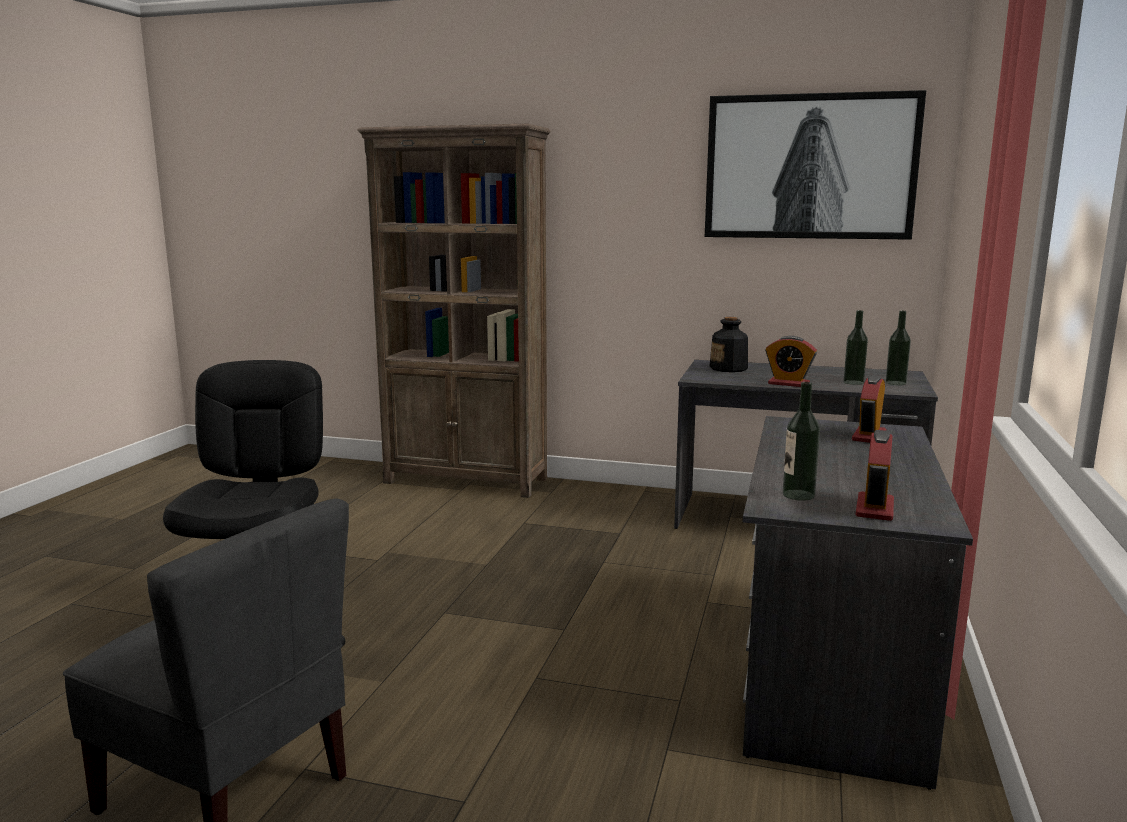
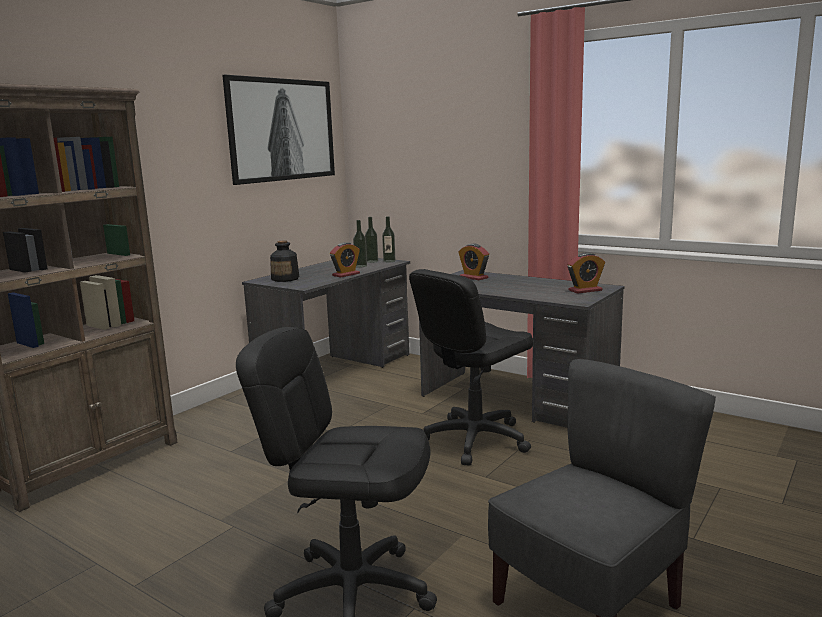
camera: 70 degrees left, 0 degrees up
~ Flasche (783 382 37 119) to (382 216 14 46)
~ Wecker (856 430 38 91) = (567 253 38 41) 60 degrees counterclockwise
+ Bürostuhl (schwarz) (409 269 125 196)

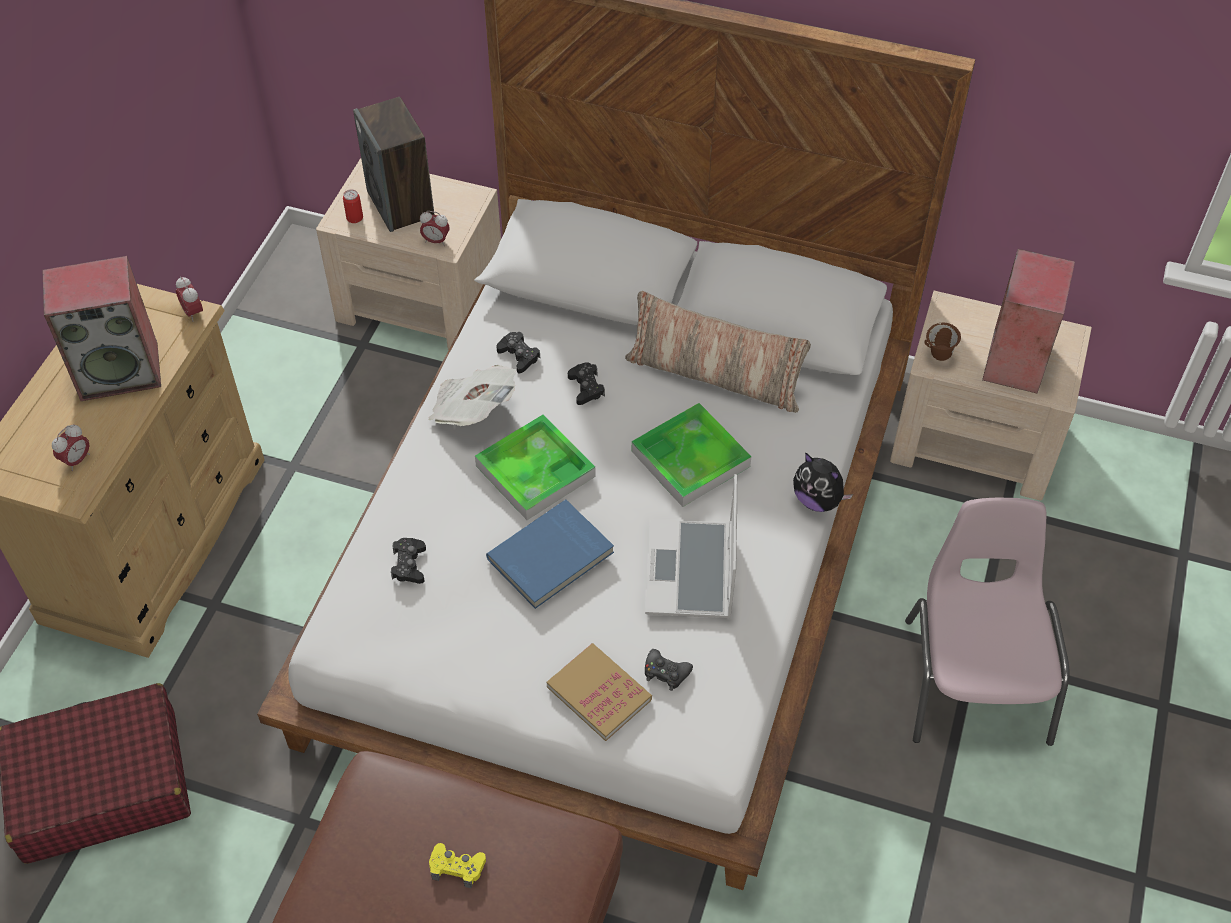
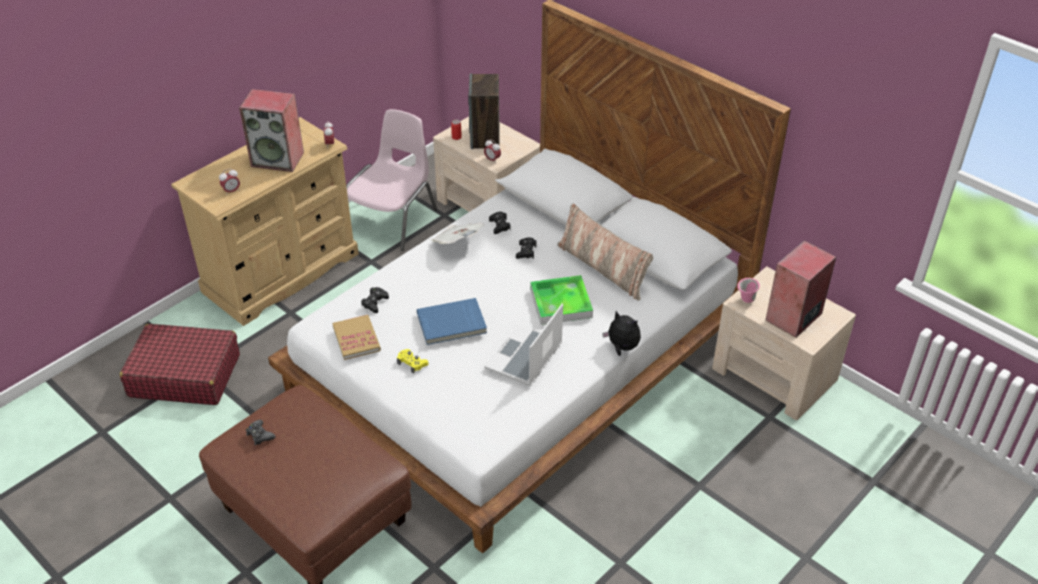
camera: 25 degrees right, 10 degrees down
~ Henkelbecher (braun) (924 323 37 38) to Henkelbecher (rosa) (737 278 23 25)
- Tablett (475 414 121 106)
~ Plüschtier (793 452 60 60) = (602 311 39 45) 150 degrees clockwise
~ Stuhl (rosa) (905 498 165 248) to (346 109 91 142)
~ Buch (547 644 105 97) to (332 315 49 45)
~ Gamepad (schwarz) (645 649 48 42) to (246 420 30 25)
~ Gamepad (gelb) (429 843 57 45) to (397 349 31 25)

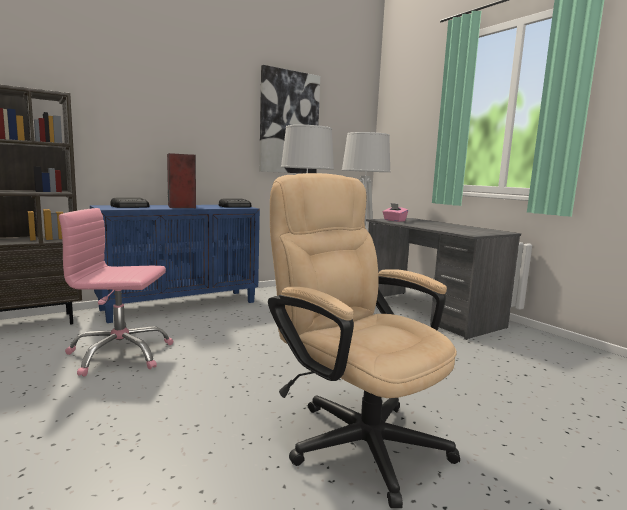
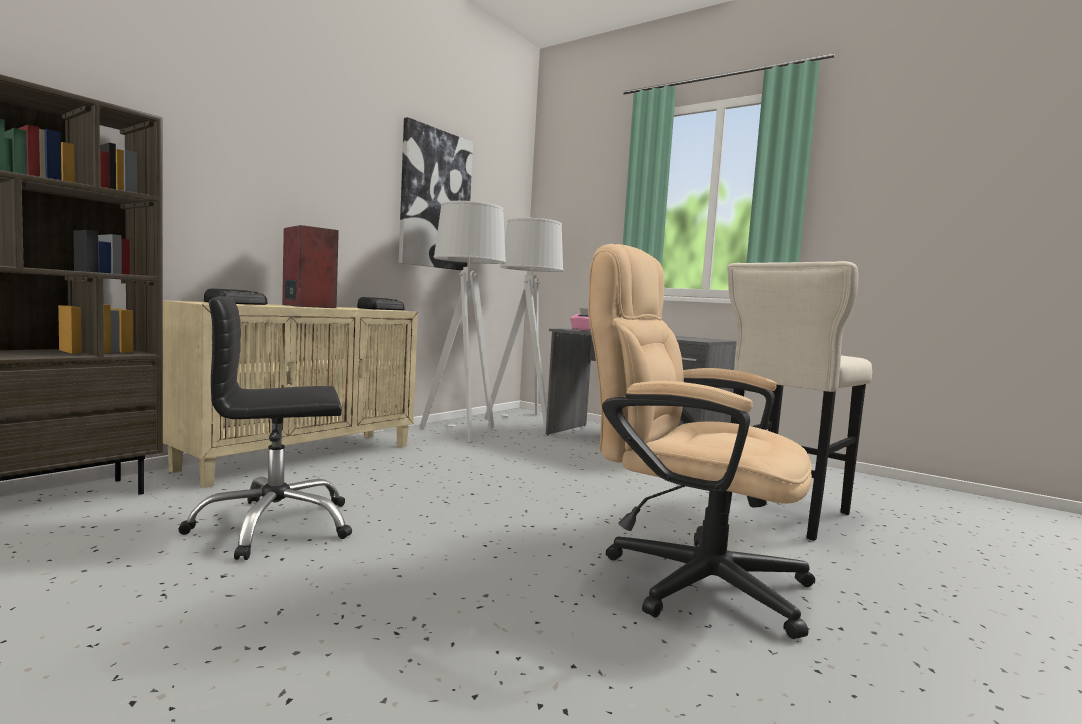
camera: 20 degrees left, 5 degrees down
~ Schrank (blau) (90 205 170 118) to Schrank (beige) (163 300 255 188)
~ Bürostuhl (rosa) (59 208 114 168) to Bürostuhl (schwarz) (178 296 174 264)
+ Hocker (beige) (727 261 145 280)

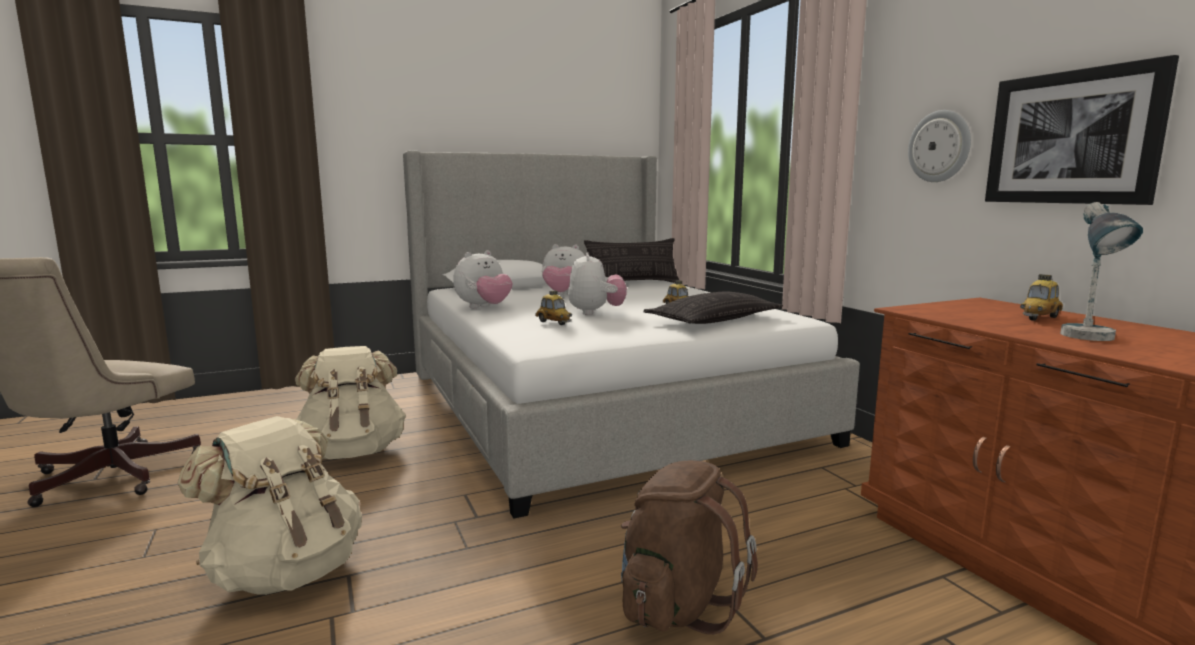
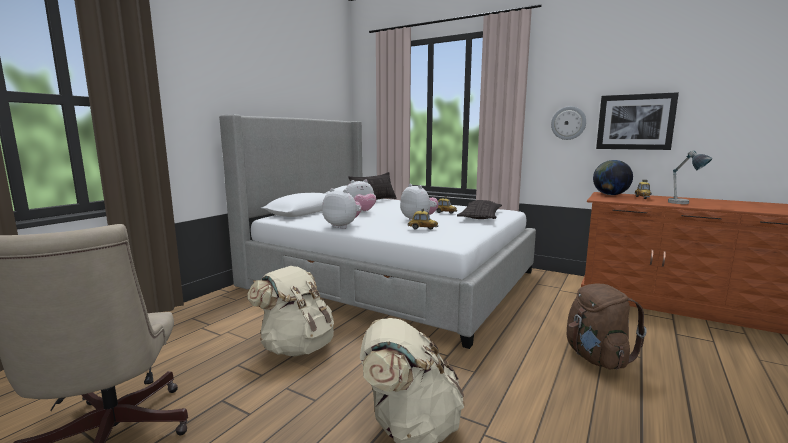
camera: 35 degrees left, 0 degrees up
~ Plüschtier (453 250 60 58) = (322 188 40 41) 75 degrees counterclockwise
+ Globus (593 160 40 35)

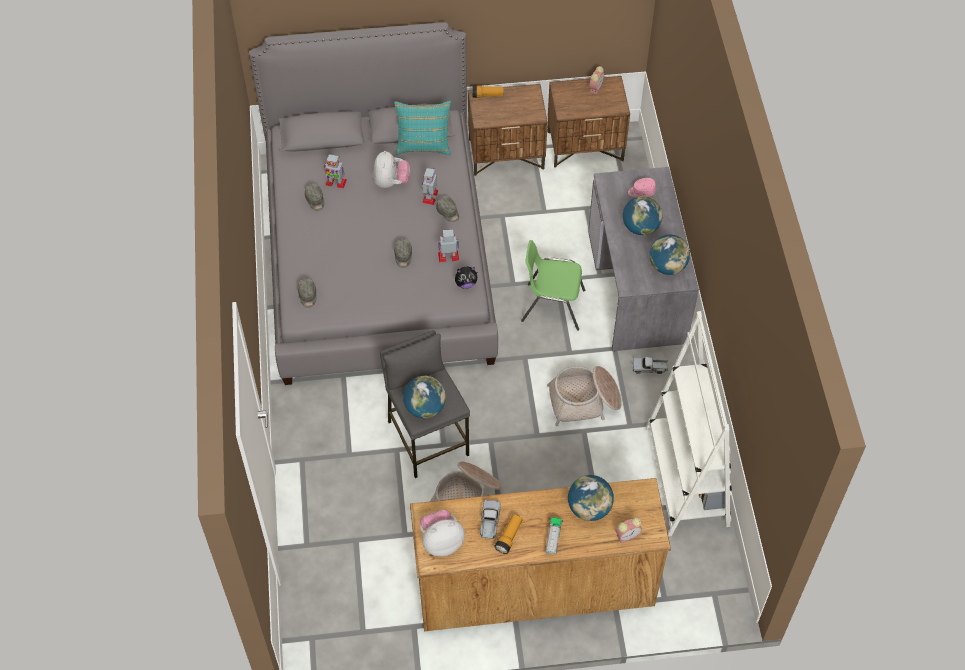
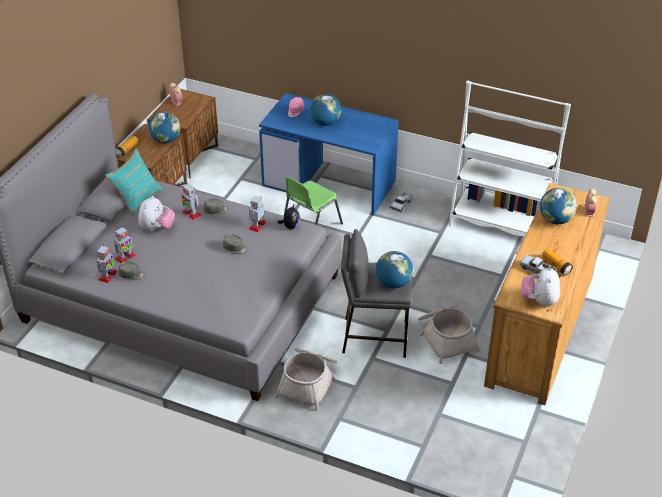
camera: 60 degrees left, 15 degrees down
~ Plüschtier (373 151 37 37) = (138 196 37 36) 75 degrees clockwise
~ Schreibtisch (grau) (588 167 111 184) to Schreibtisch (blau) (259 93 140 122)
~ Globus (649 235 41 40) to (148 112 32 31)
- Kappe (grau) (298 278 18 30)
~ Korb (547 366 75 60) to (275 348 62 63)
- Spielzeuglaster (545 517 18 37)
+ Spielzeugroboter (96 244 21 39)

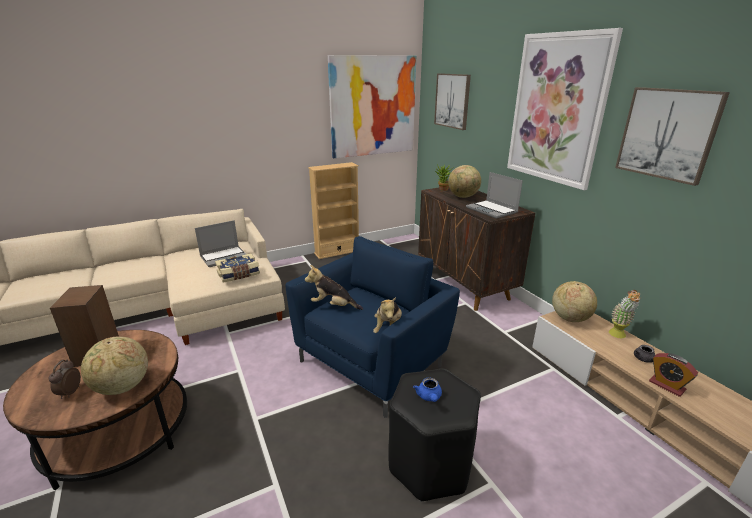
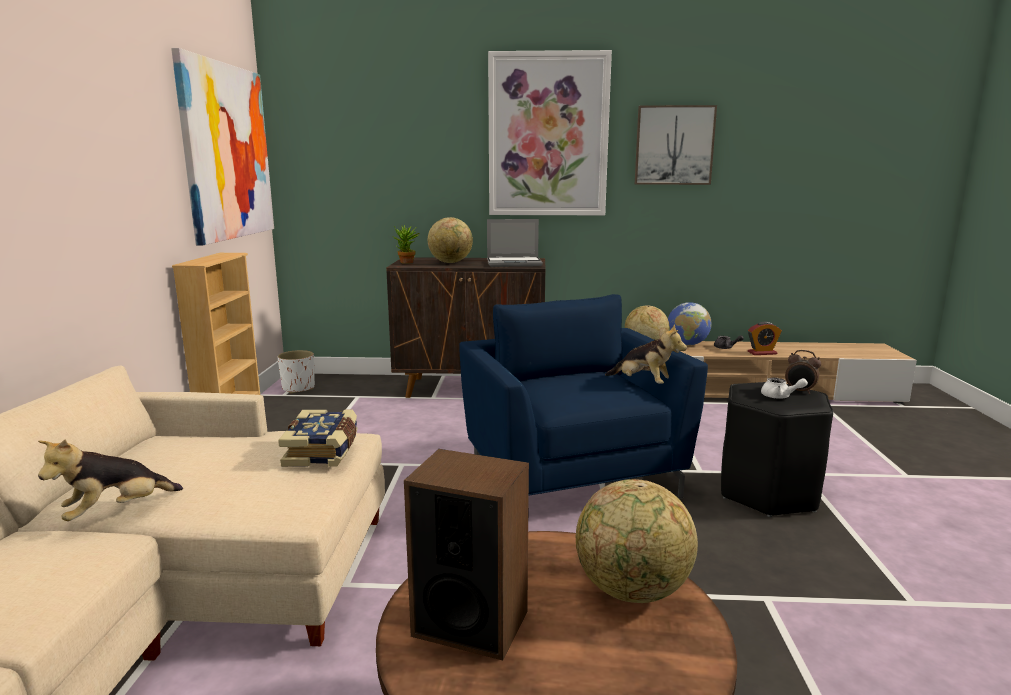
camera: 60 degrees left, 10 degrees down
- Bild (434 73 37 57)
- Laptop (195 220 51 47)
~ Plüschtier (305 265 58 45) to (38 439 145 82)
~ Topfpflanze (609 290 32 48) to Globus (668 302 44 43)
~ Wecker (49 359 32 40) to (785 350 36 44)
~ Teekanne (blau) (413 378 29 24) to Teekanne (weiß) (761 378 47 21)
+ Pflanzkübel (weiß) (278 350 37 43)

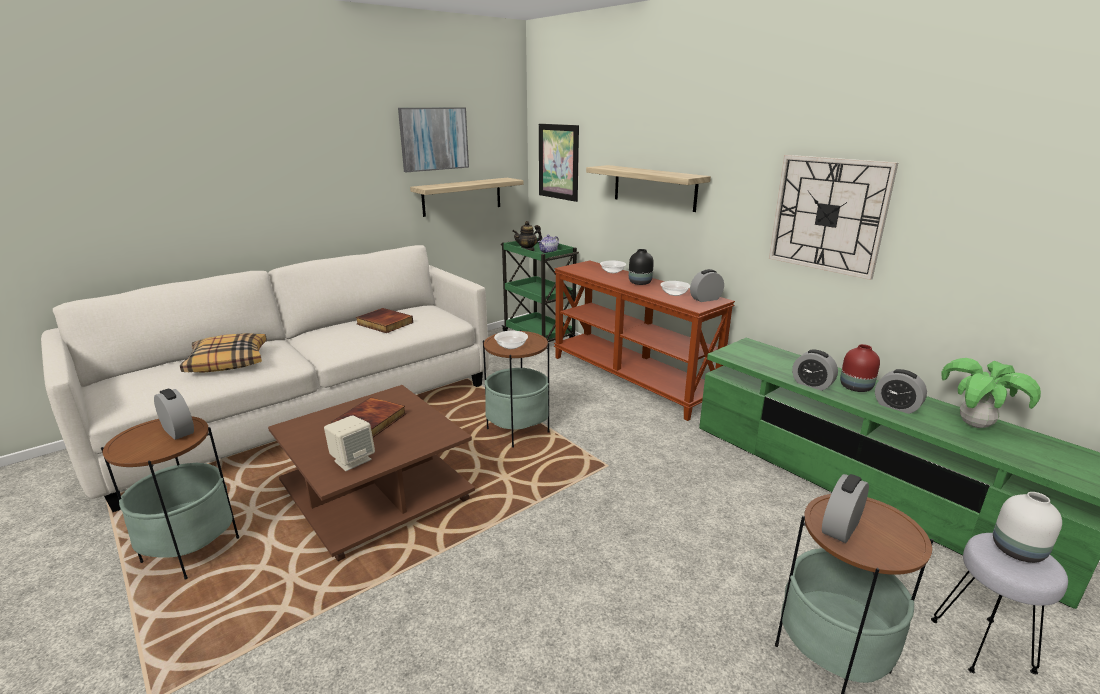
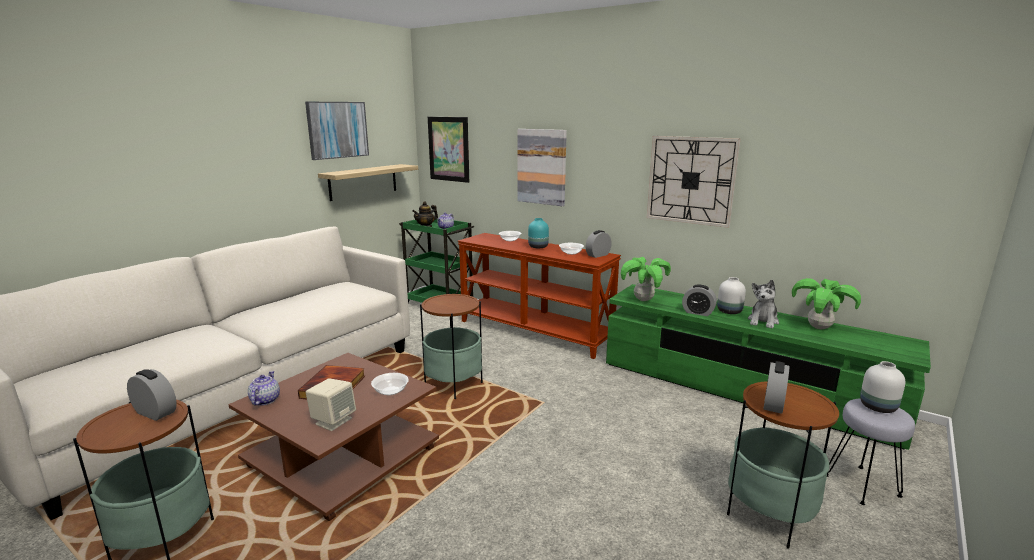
camera: 15 degrees left, 5 degrees down
~ Wandregal (586 165 125 47) to Bild (517 129 50 77)
~ Vase (schwarz) (629 249 25 36) to Vase (türkis) (528 218 21 30)
- Buch (356 308 57 25)
~ Schüssel (494 331 34 18) to (371 373 38 23)
- Kissen (180 333 87 40)
~ Vase (rot) (840 344 40 48) to Vase (weiß) (717 277 29 37)
~ Wecker (875 369 52 45) to Plüschtier (748 280 31 48)
+ Topfpflanze (621 257 50 44)
+ Teekanne (248 371 32 35)

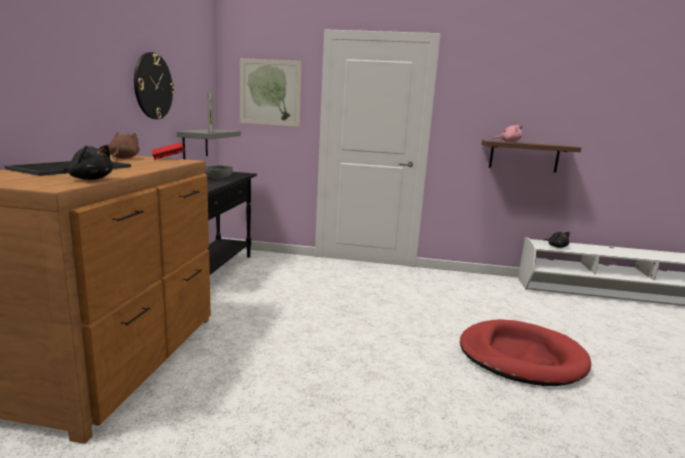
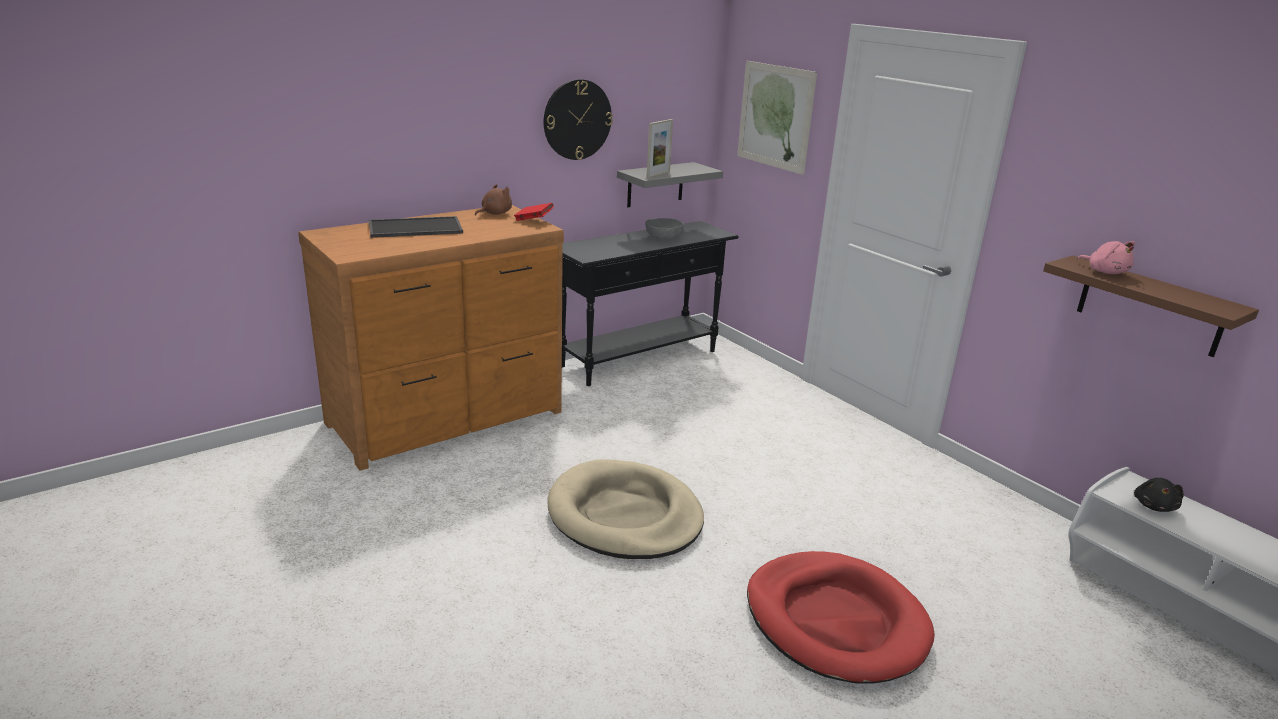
camera: 45 degrees right, 10 degrees up
- Plüschtier (schwarz) (64 145 49 35)
+ Hundebett (beige) (547 459 157 100)

